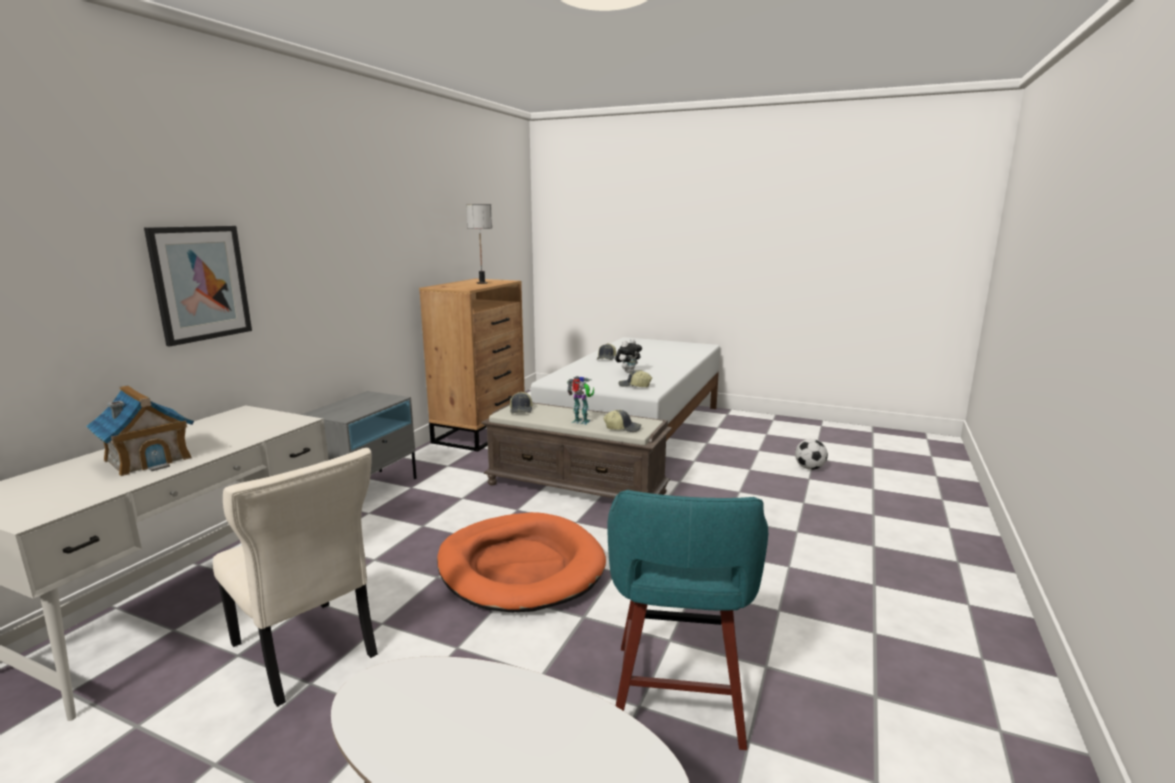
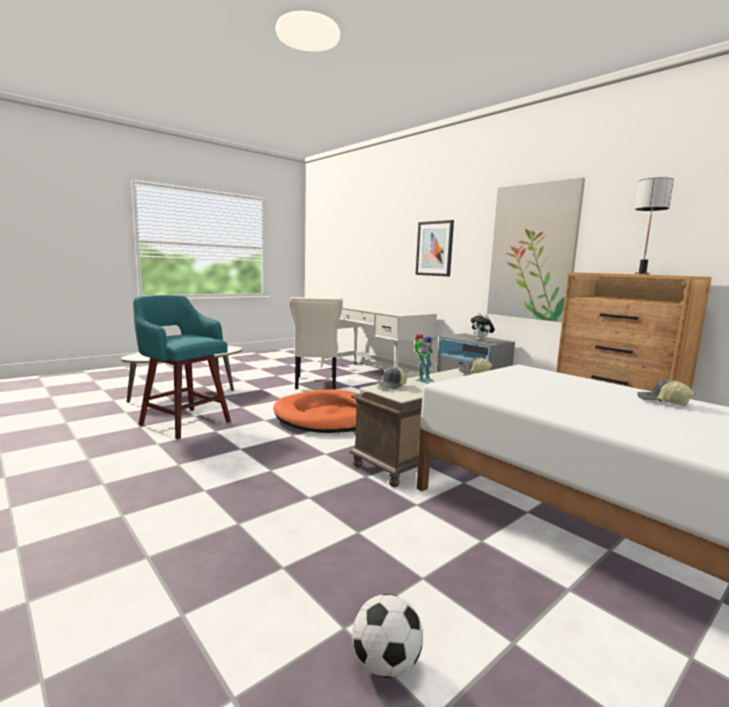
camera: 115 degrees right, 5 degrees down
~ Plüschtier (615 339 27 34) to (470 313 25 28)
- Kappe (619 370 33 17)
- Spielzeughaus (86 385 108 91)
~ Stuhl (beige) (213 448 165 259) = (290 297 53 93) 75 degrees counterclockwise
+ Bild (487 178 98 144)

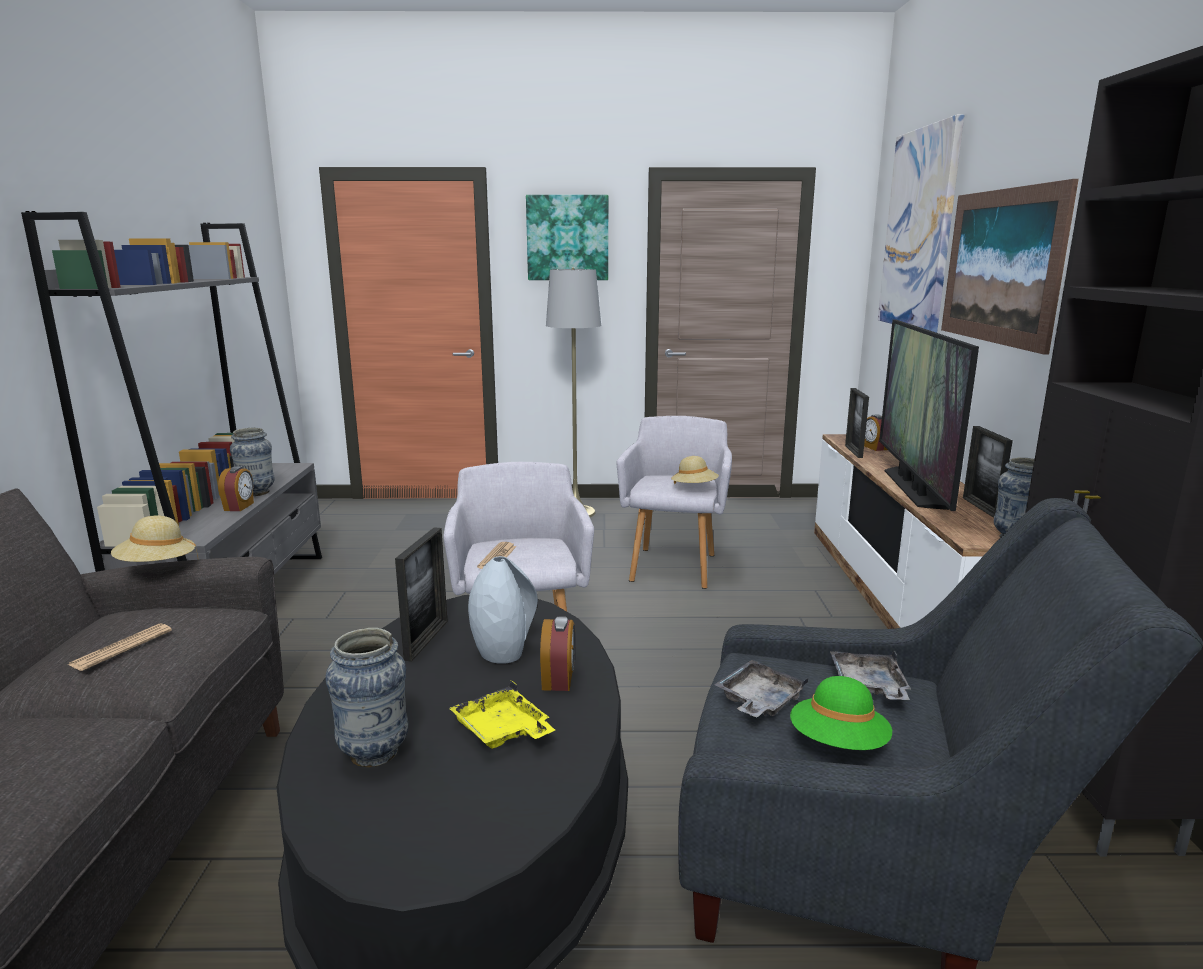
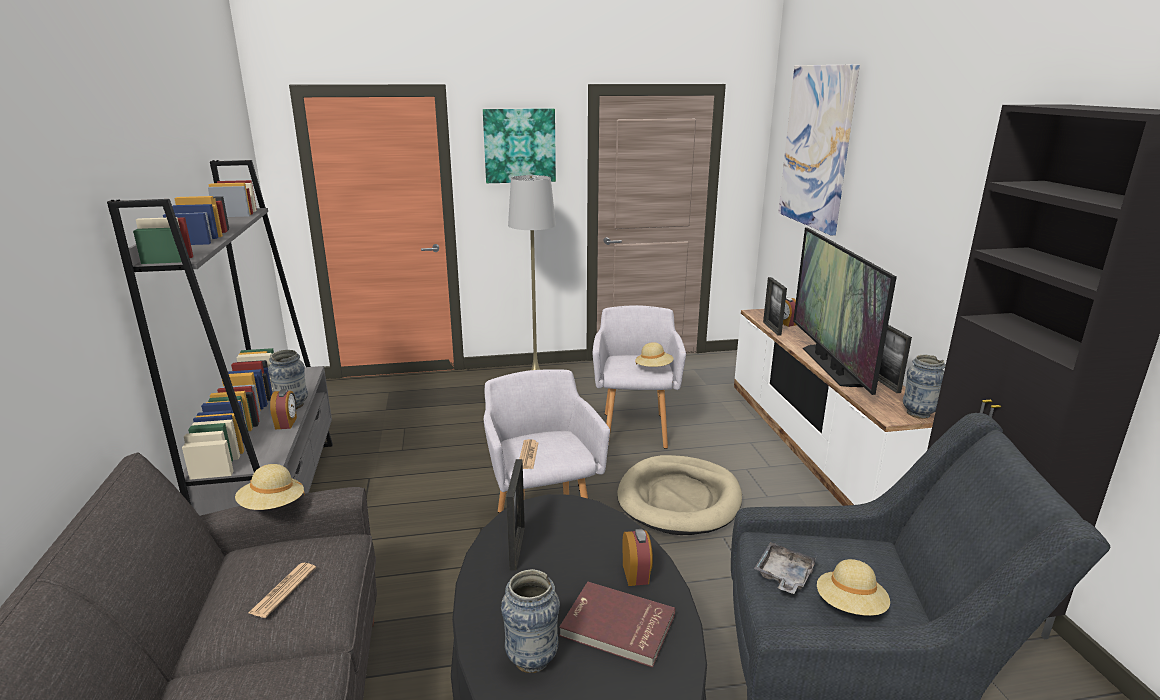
camera: 10 degrees left, 5 degrees up
- Bild (941 179 138 176)
- Vase (grau) (468 556 70 108)
- Tablett (grau) (830 651 81 49)
~ Hut (grün) (790 676 102 74) to Hut (beige) (817 559 73 57)
~ Tablett (gelb) (449 681 106 68) to Buch (rot) (559 582 116 86)
+ Hundebett (beige) (617 455 125 80)

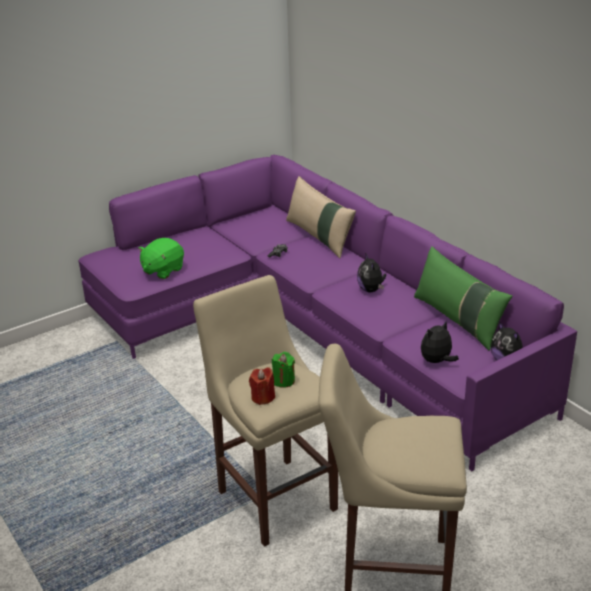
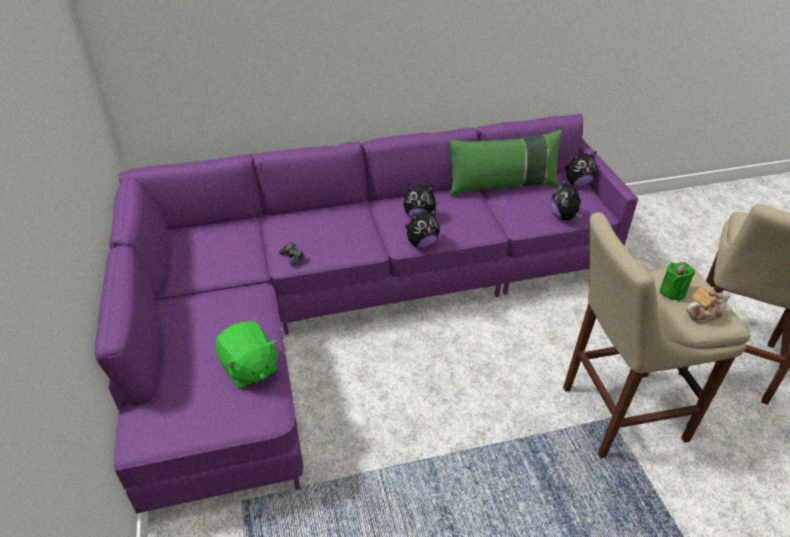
camera: 70 degrees left, 10 degrees up
- Kissen (beige) (286 176 70 82)
~ Kerze (rot) (249 367 26 38) to Teekanne (686 287 46 36)
+ Plüschtier (405 208 35 40)

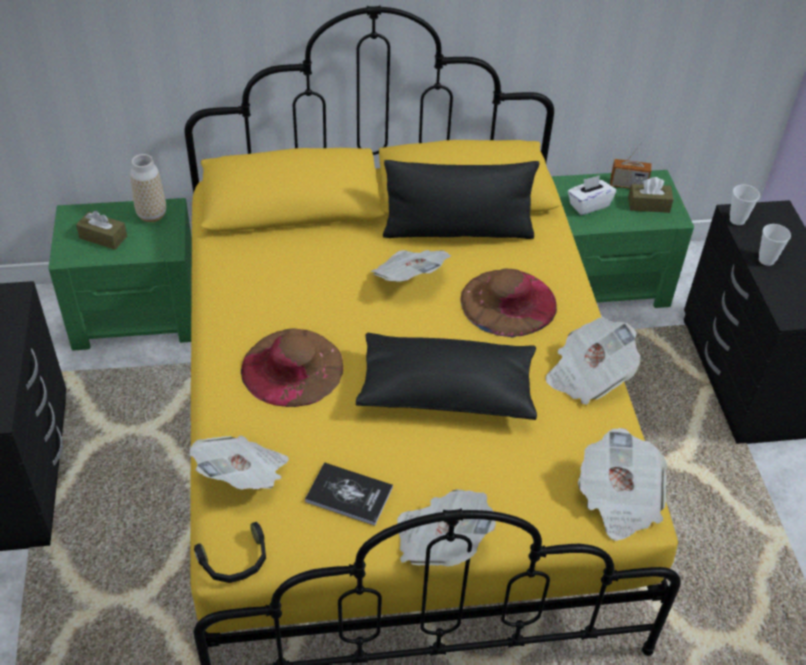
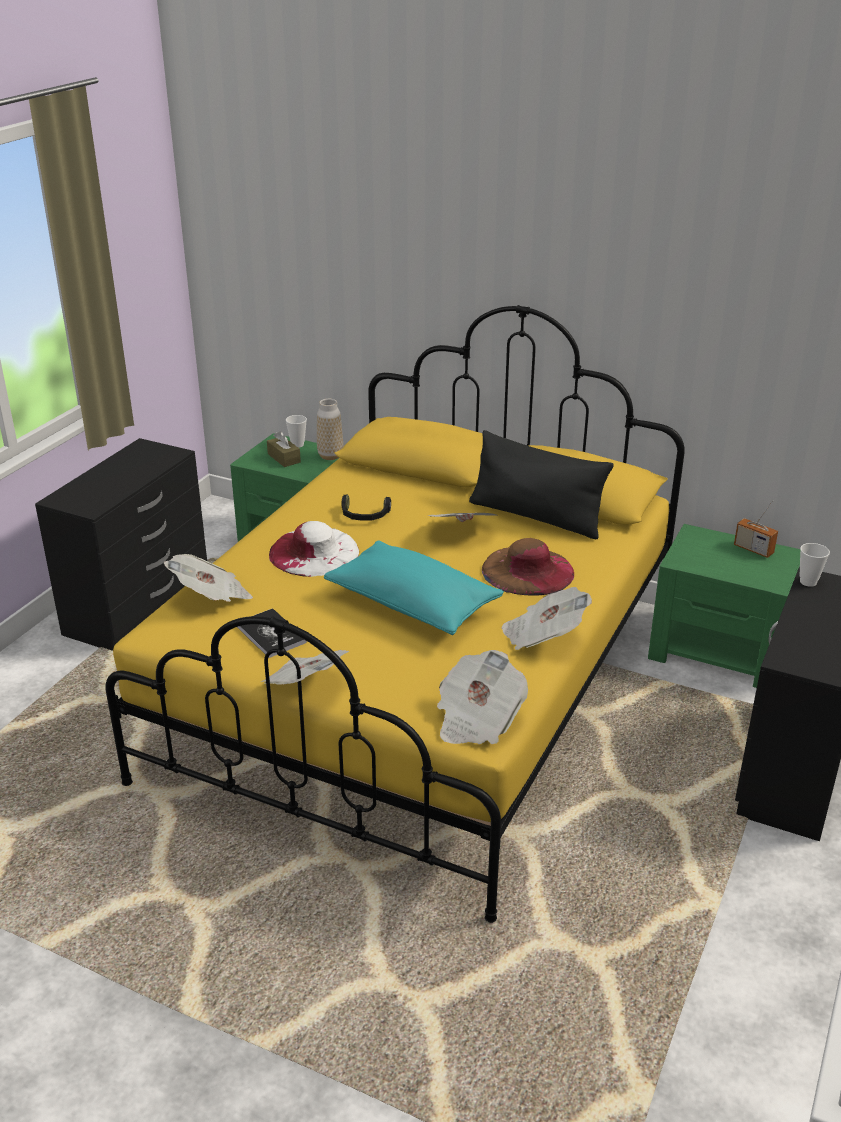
camera: 35 degrees right, 15 degrees down
- Taschentuchbox (weiß) (568 175 48 40)
- Taschentuchbox (braun) (628 177 46 36)
~ Tasse (759 224 32 42) to (286 415 21 33)
~ Hut (braun) (241 328 102 79) to Hut (weiß) (269 521 90 56)
~ Kissen (schwarz) (356 333 181 87) to Kissen (türkis) (324 540 180 95)
~ Kopfhörer (schwarz) (194 522 72 61) to (341 495 50 26)

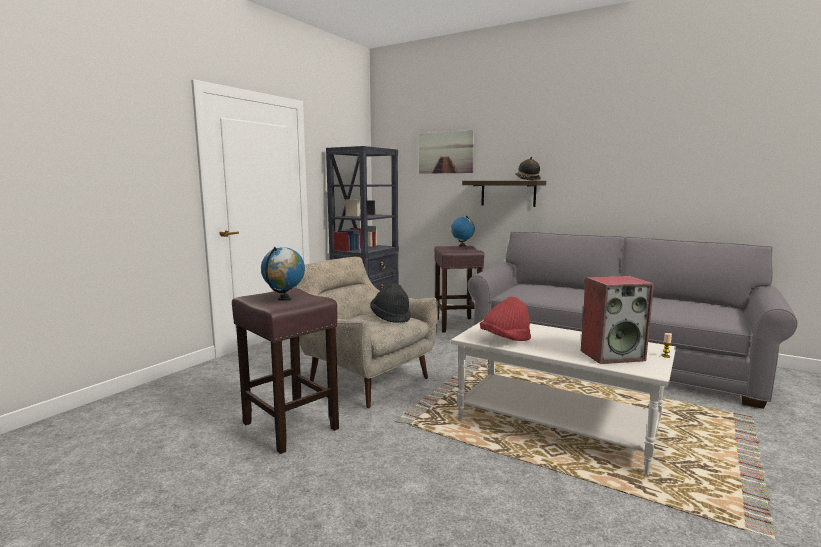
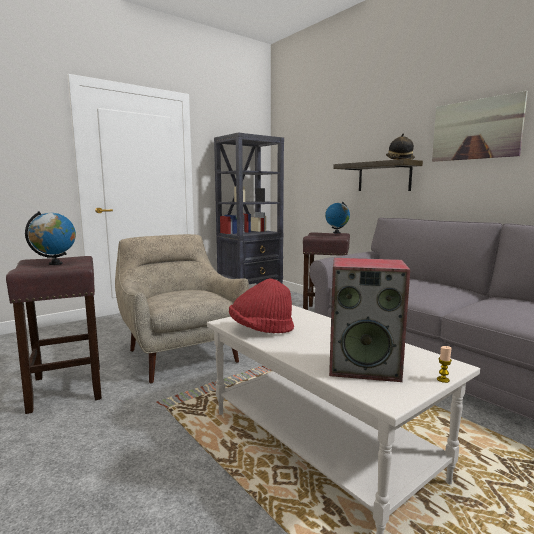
camera: 20 degrees right, 0 degrees up
~ Bild (419 130 55 44) to (432 91 96 71)
- Hut (schwarz) (370 283 41 40)

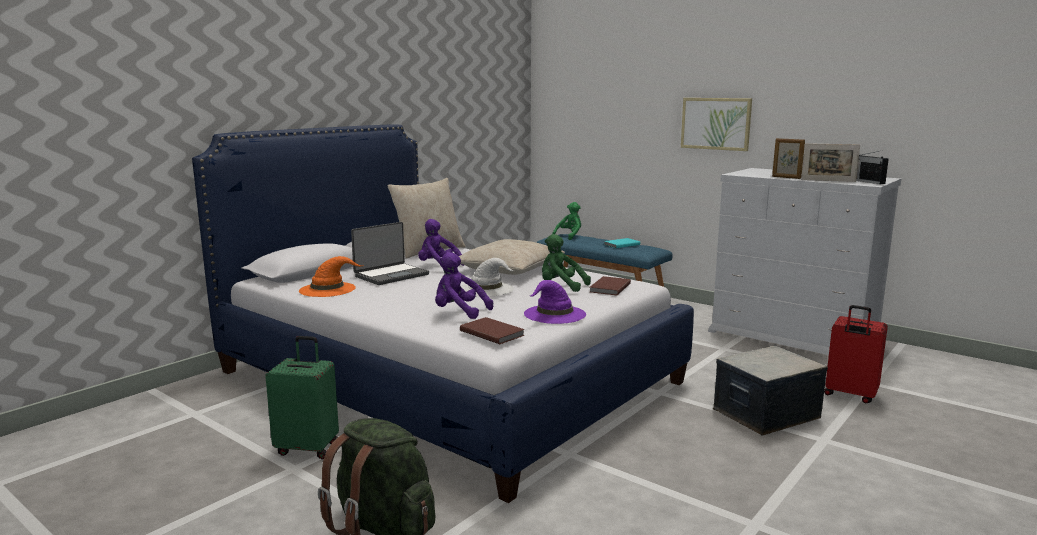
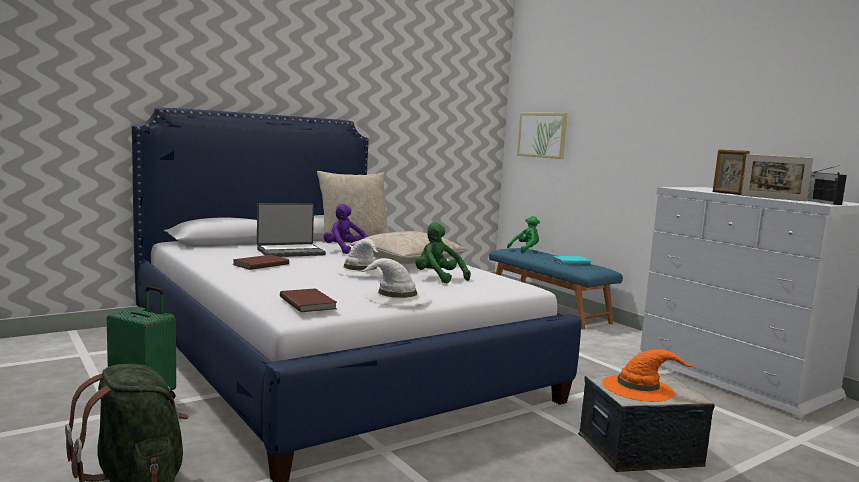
camera: 15 degrees right, 5 degrees down
~ Bild (681 98 71 53) to (517 113 50 46)
- Plüschtier (lila) (435 252 58 67)
~ Hut (orange) (299 256 65 41) to (602 349 93 53)
~ Buch (braun) (590 276 41 19) to (232 255 57 15)
~ Hut (lila) (524 280 62 44) to Hut (weiß) (360 258 71 48)
- Koffer (rot) (824 305 64 98)

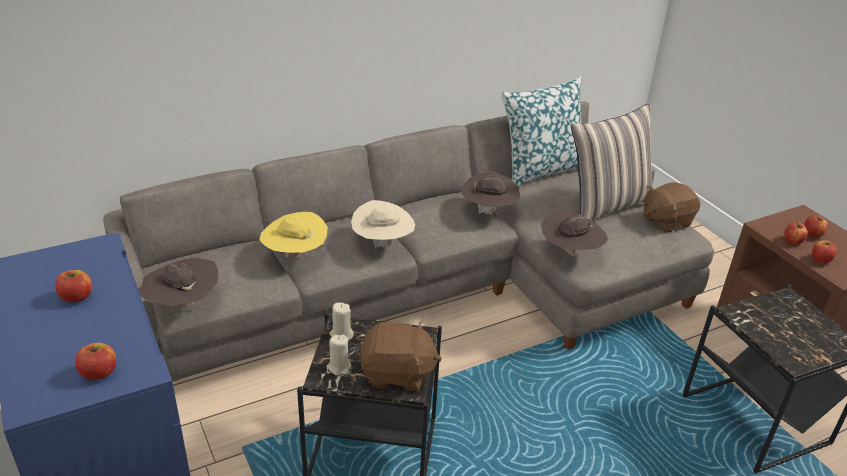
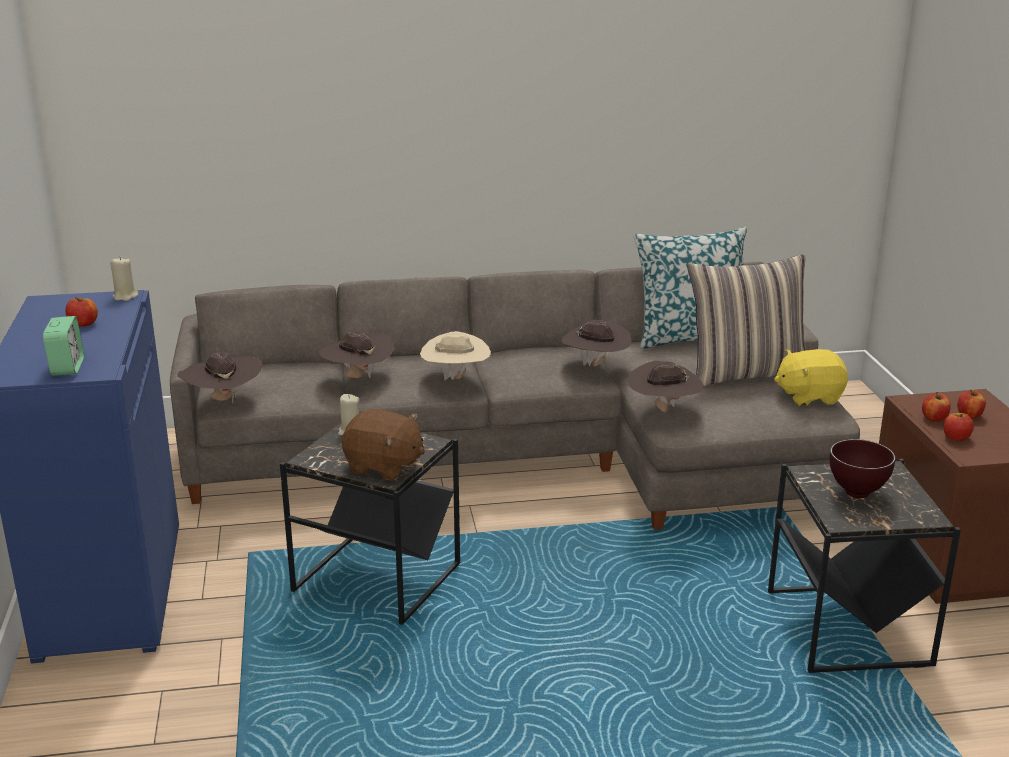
camera: 20 degrees right, 10 degrees down
~ Plüschtier (braun) (643 182 57 51) to Plüschtier (gelb) (774 349 74 57)
~ Hut (gelb) (259 212 69 46) to Hut (braun) (319 331 76 47)
~ Kerze (beige) (328 335 23 41) to (110 257 28 44)
~ Apfel (75 343 41 37) to Wecker (43 316 41 60)
+ Schüssel (braun) (830 439 66 59)

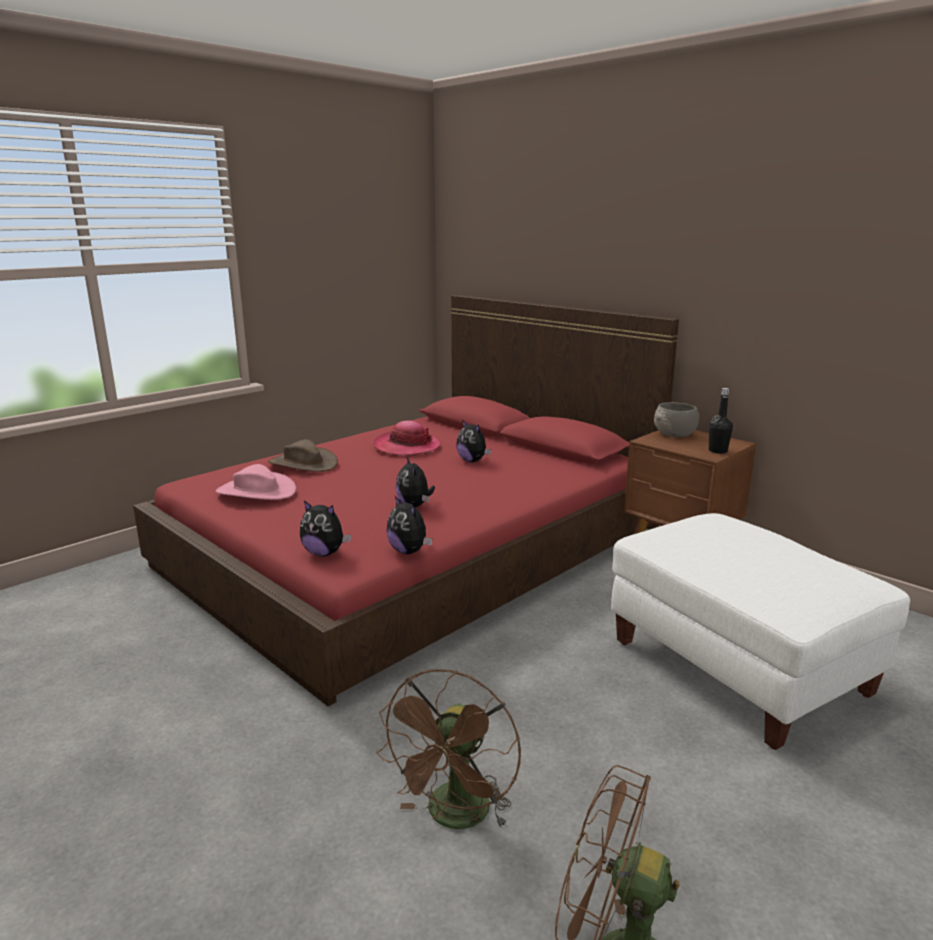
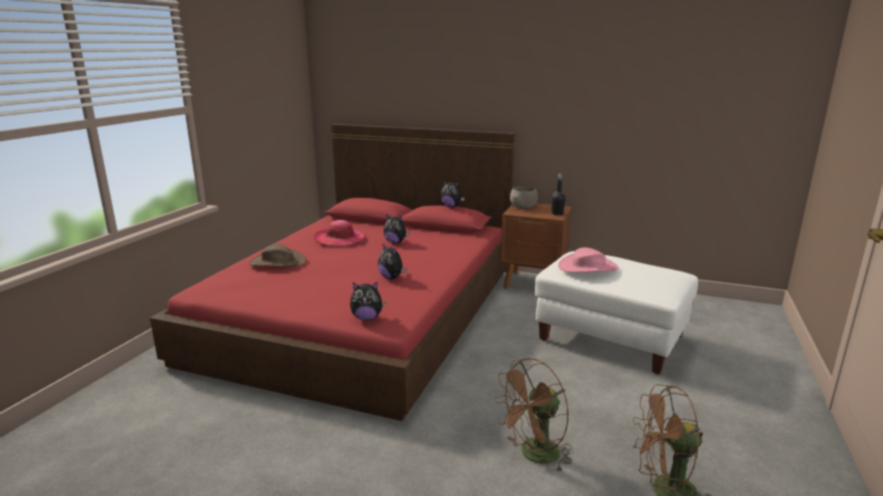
camera: 25 degrees left, 0 degrees up
~ Hut (rosa) (216 464 80 36) to (558 247 61 25)
~ Plüschtier (387 496 45 58) to (440 181 25 26)
~ Ventilator (braun) (377 669 144 160) = (494 358 78 113) 60 degrees clockwise

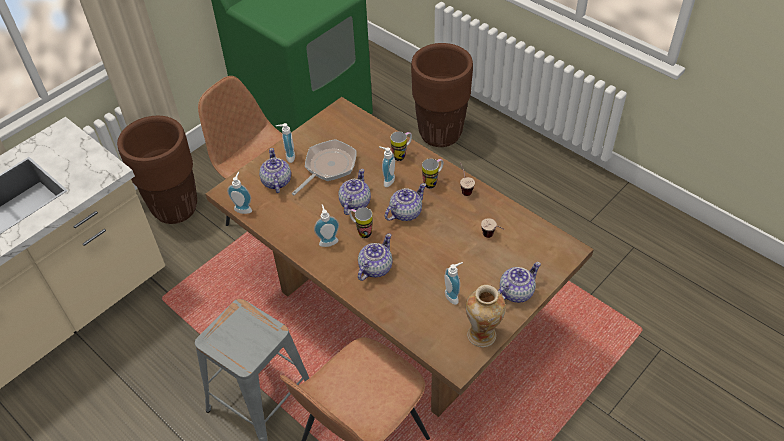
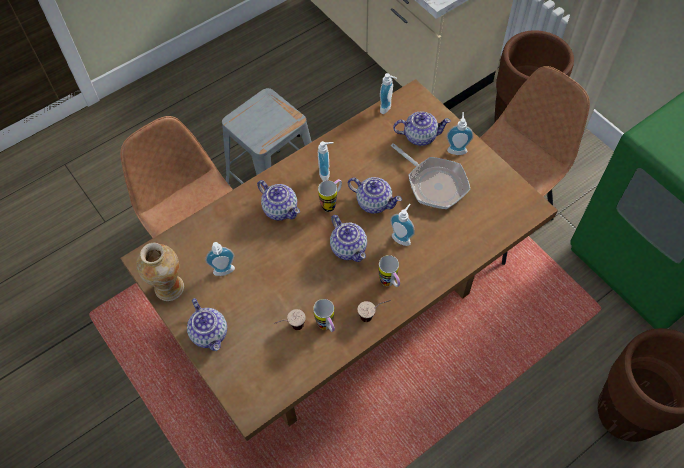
camera: 100 degrees right, 10 degrees up
~ Henkelbecher (391 131 21 30) to (313 299 22 33)

